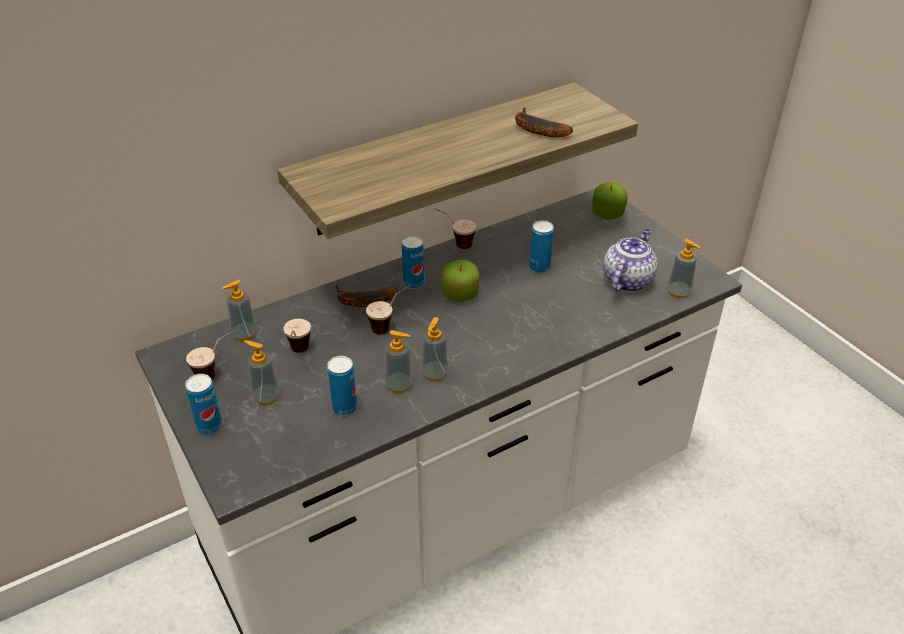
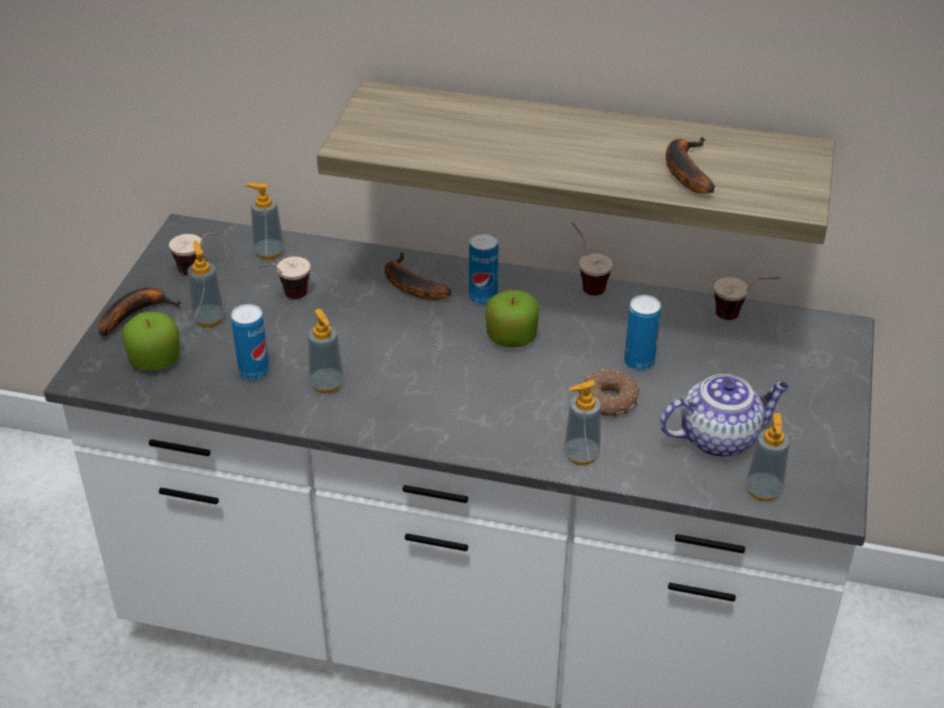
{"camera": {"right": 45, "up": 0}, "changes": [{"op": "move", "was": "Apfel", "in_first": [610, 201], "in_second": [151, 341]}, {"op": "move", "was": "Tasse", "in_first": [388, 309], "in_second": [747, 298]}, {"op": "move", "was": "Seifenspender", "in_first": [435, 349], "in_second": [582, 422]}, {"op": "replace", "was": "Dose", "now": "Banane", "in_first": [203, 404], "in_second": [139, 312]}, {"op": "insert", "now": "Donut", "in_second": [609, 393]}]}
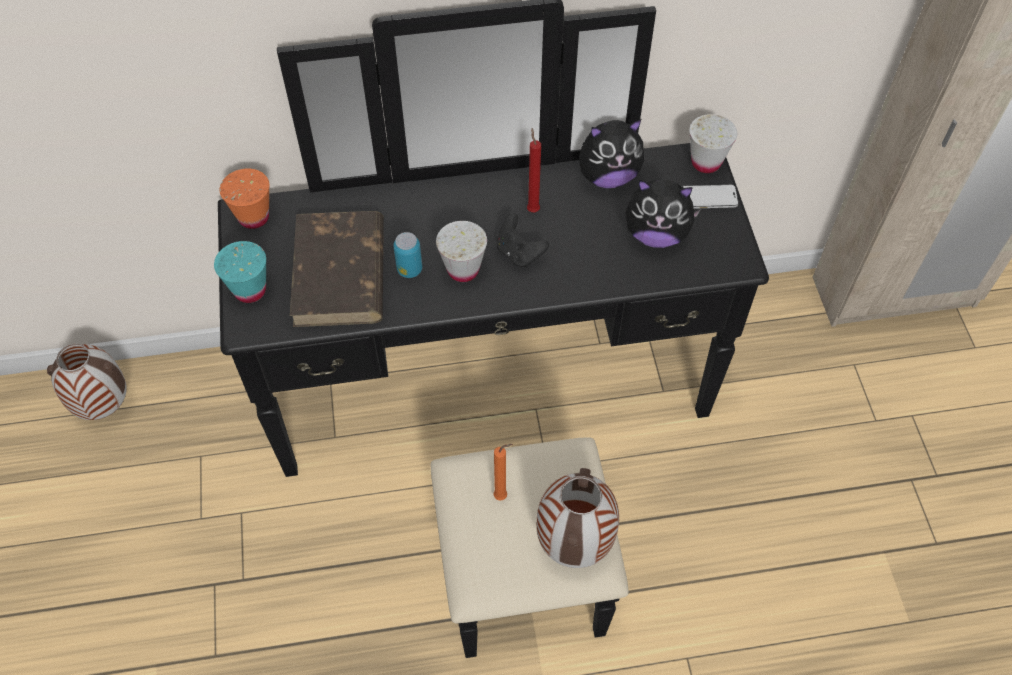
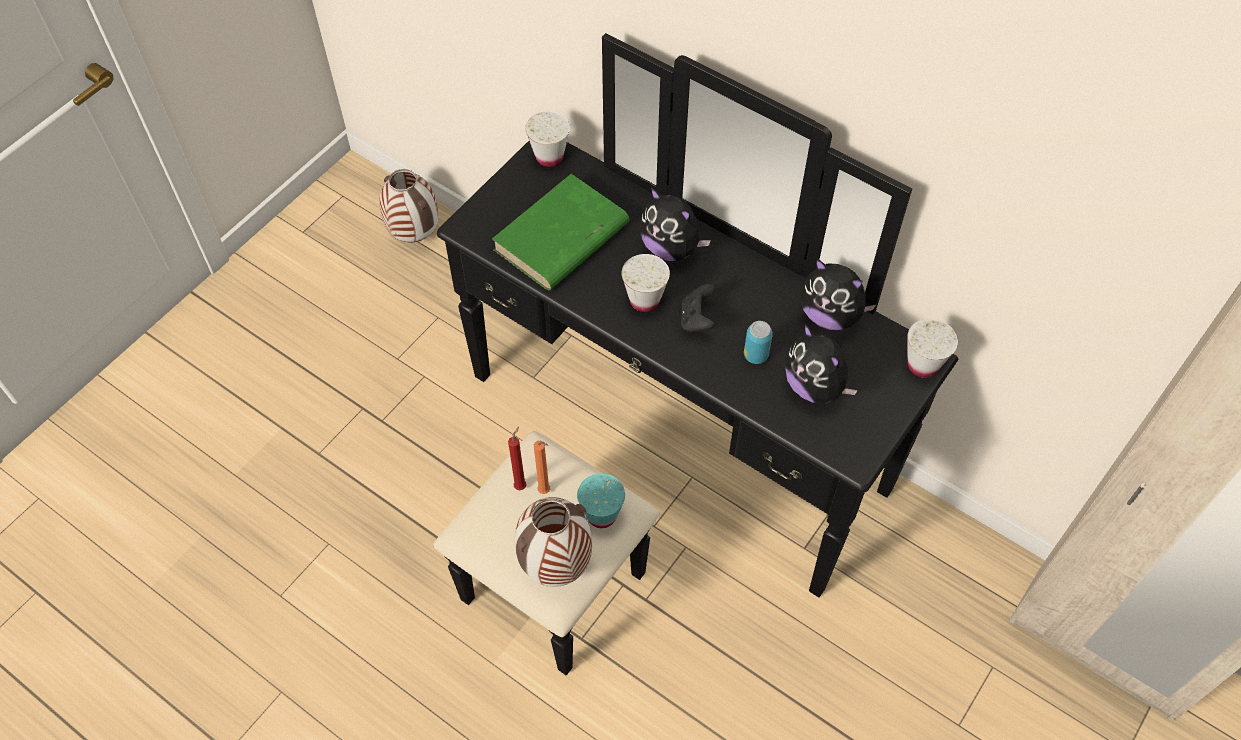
{"camera": {"right": 45, "up": 0}, "changes": [{"op": "move", "was": "Kerze/rot", "in_first": [534, 170], "in_second": [517, 458]}, {"op": "recolor", "was": "Tasse/orange", "now": "Tasse/weiß", "in_first": [244, 199], "in_second": [547, 139]}, {"op": "delete", "was": "Handy", "in_first": [710, 197]}, {"op": "recolor", "was": "Buch/braun", "now": "Buch/grün", "in_first": [337, 269], "in_second": [561, 232]}, {"op": "move", "was": "Dose", "in_first": [407, 255], "in_second": [758, 342]}, {"op": "move", "was": "Tasse/türkis", "in_first": [240, 272], "in_second": [601, 501]}, {"op": "insert", "now": "Plüschtier", "in_second": [675, 224]}]}
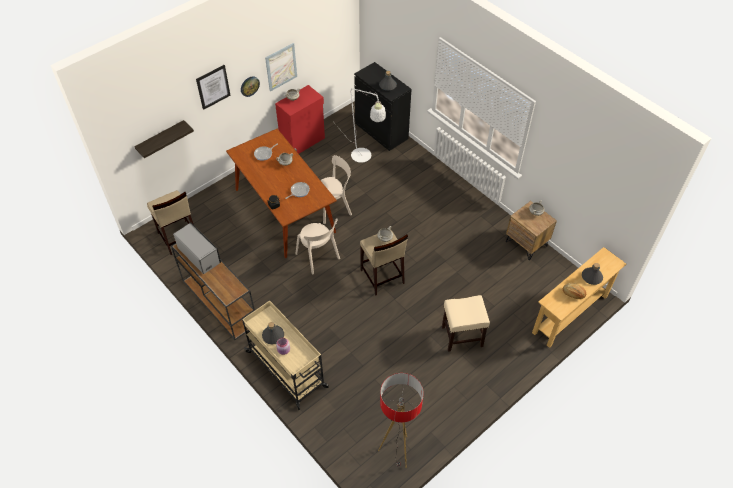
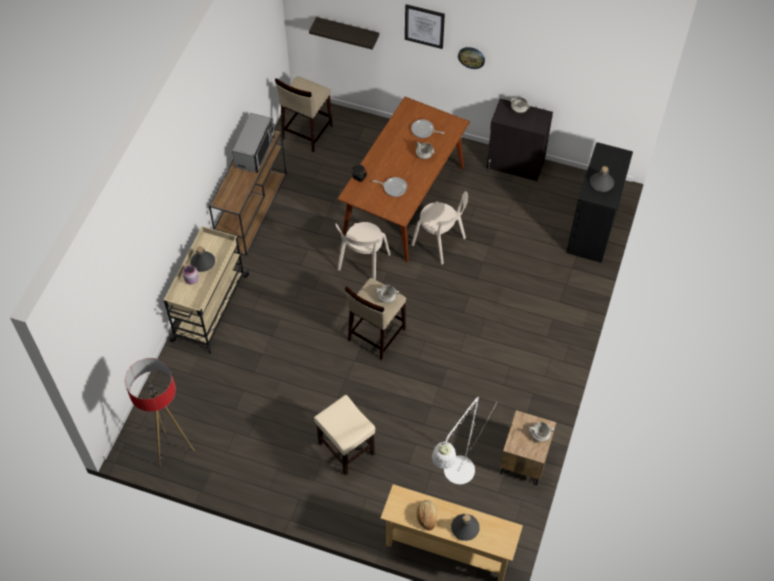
{"camera": {"right": 60, "up": 5}, "changes": [{"op": "delete", "was": "Bild", "in_first": [281, 67]}, {"op": "recolor", "was": "Schrank/rot", "now": "Schrank/schwarz", "in_first": [300, 119], "in_second": [520, 139]}, {"op": "move", "was": "Stehlampe/weiß", "in_first": [360, 125], "in_second": [464, 440]}]}
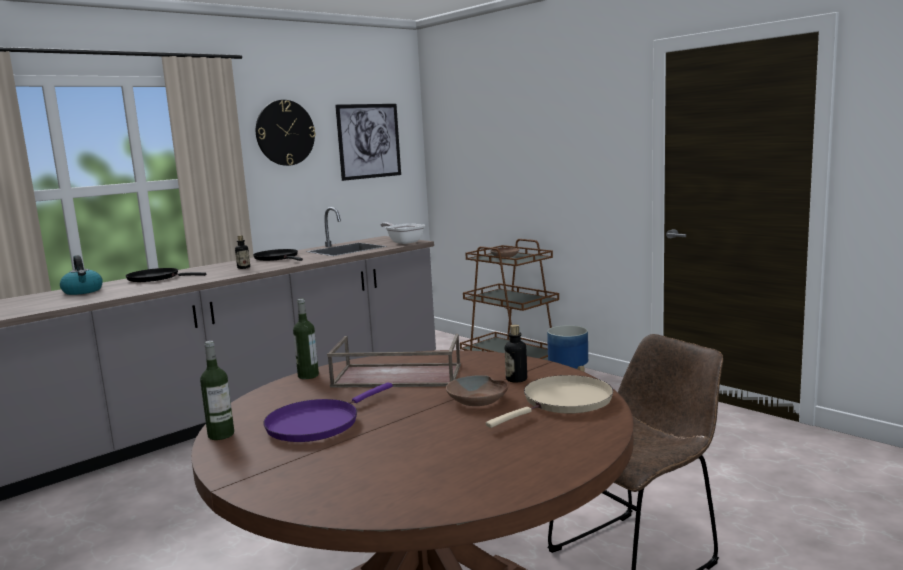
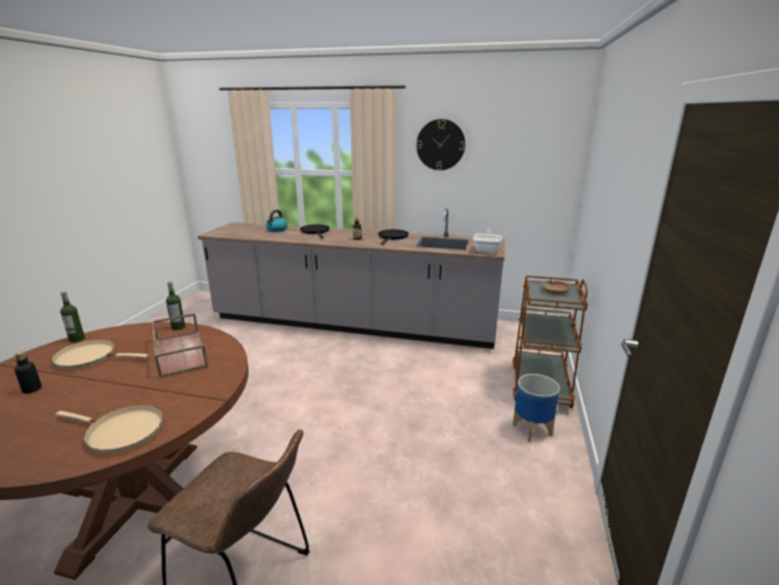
{"camera": {"right": 55, "up": 10}, "changes": [{"op": "delete", "was": "Bild", "in_first": [368, 142]}, {"op": "move", "was": "Flasche", "in_first": [516, 354], "in_second": [28, 372]}, {"op": "delete", "was": "Schüssel/braun", "in_first": [477, 390]}, {"op": "recolor", "was": "Pfanne/lila", "now": "Pfanne/beige", "in_first": [328, 412], "in_second": [99, 354]}]}
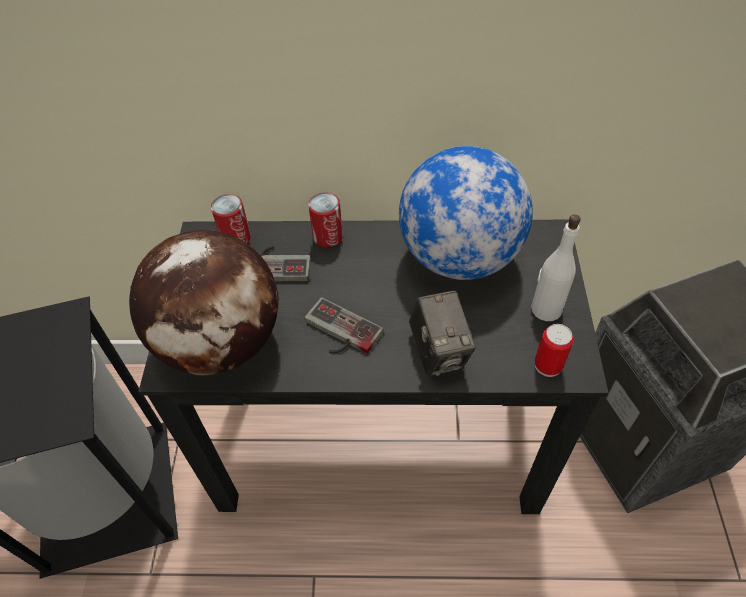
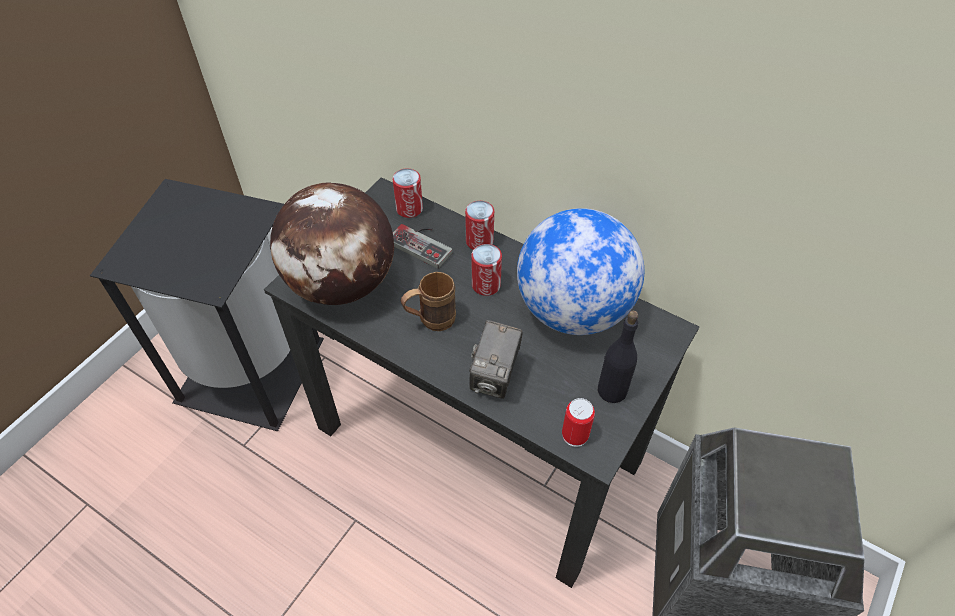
{"camera": {"right": 30, "up": 0}, "changes": [{"op": "recolor", "was": "Flasche/weiß", "now": "Flasche/schwarz", "in_first": [556, 267], "in_second": [618, 357]}, {"op": "replace", "was": "Gamepad", "now": "Henkelbecher/braun", "in_first": [344, 325], "in_second": [428, 301]}, {"op": "insert", "now": "Dose", "in_second": [486, 270]}]}
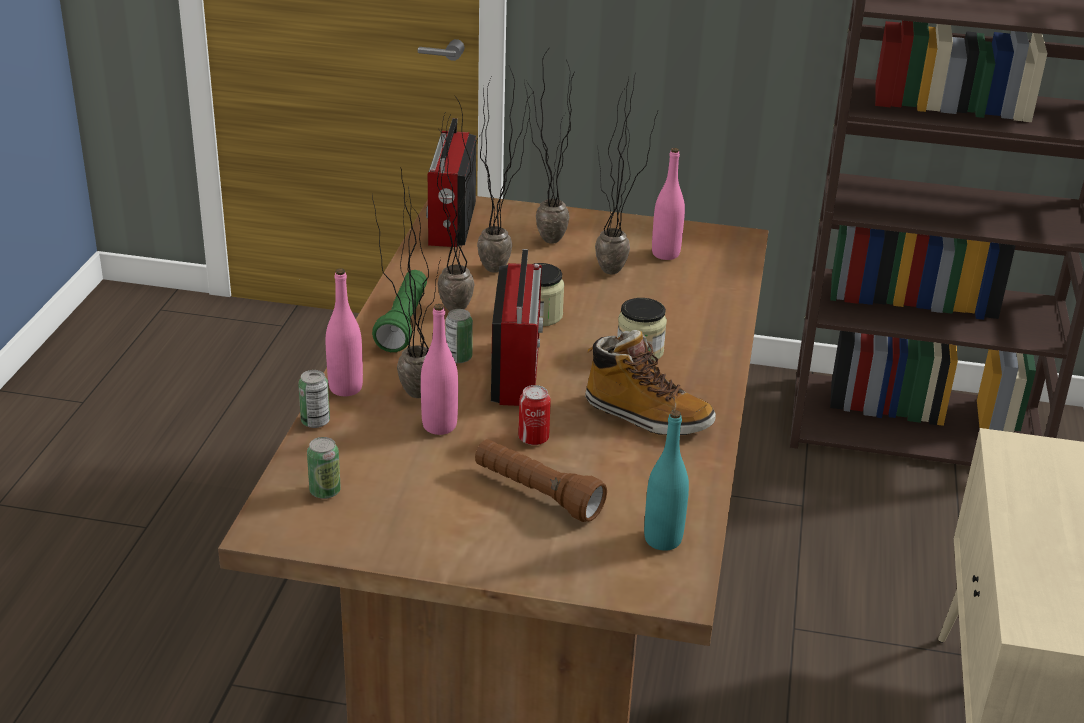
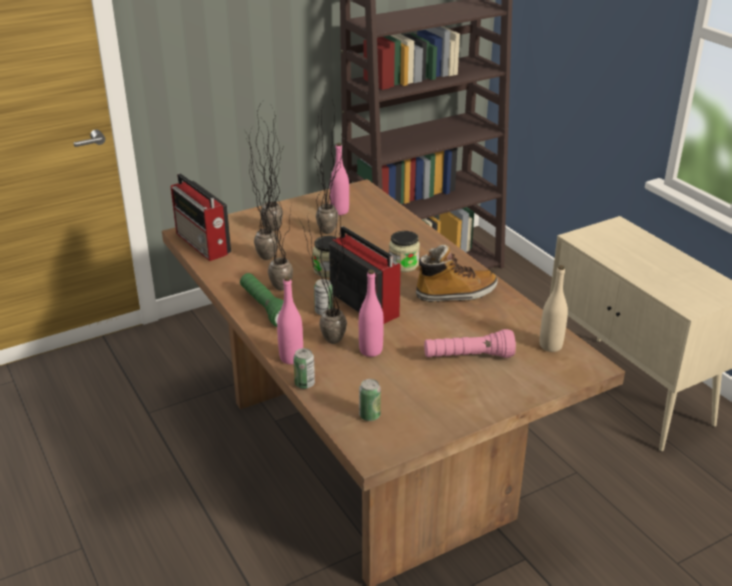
{"camera": {"right": -40, "up": 0}, "changes": [{"op": "delete", "was": "Dose", "in_first": [534, 415]}, {"op": "recolor", "was": "Flasche/türkis", "now": "Flasche/beige", "in_first": [666, 480], "in_second": [554, 308]}, {"op": "recolor", "was": "Taschenlampe/braun", "now": "Taschenlampe/rosa", "in_first": [541, 480], "in_second": [470, 343]}]}
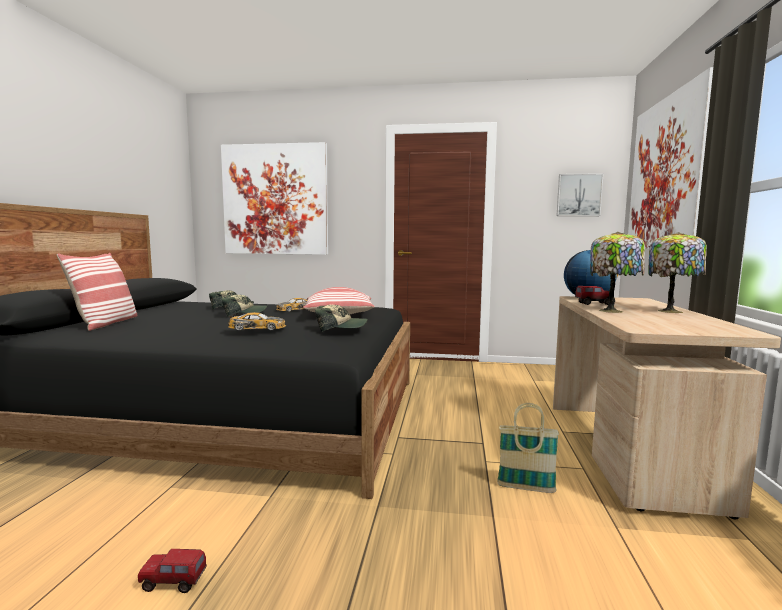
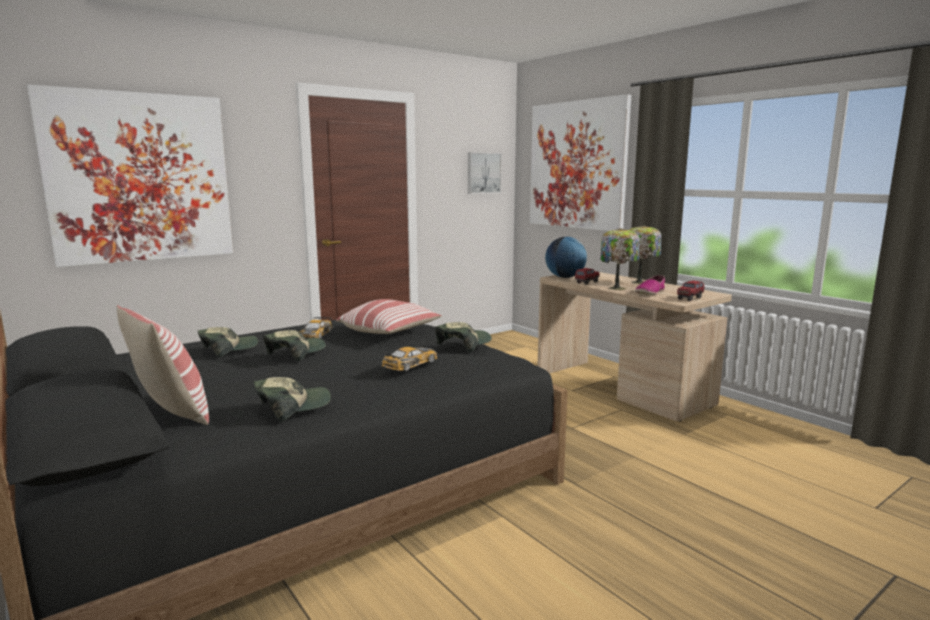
{"camera": {"right": -45, "up": 5}, "changes": [{"op": "delete", "was": "Korb", "in_first": [528, 448]}, {"op": "move", "was": "Spielzeuglaster", "in_first": [172, 571], "in_second": [691, 290]}, {"op": "insert", "now": "Schuh", "in_second": [650, 285]}, {"op": "insert", "now": "Kappe", "in_second": [292, 400]}]}
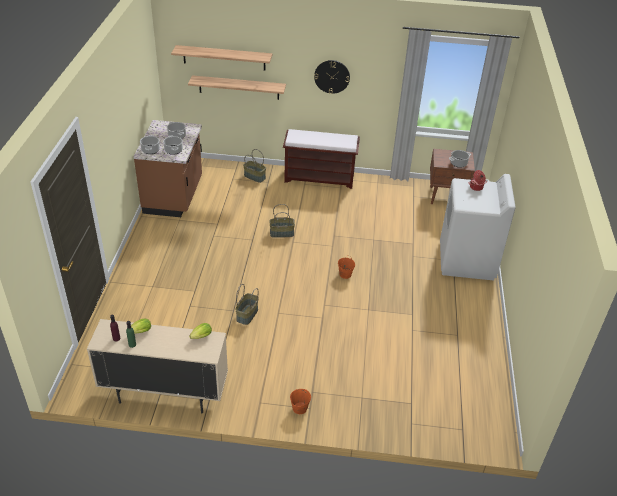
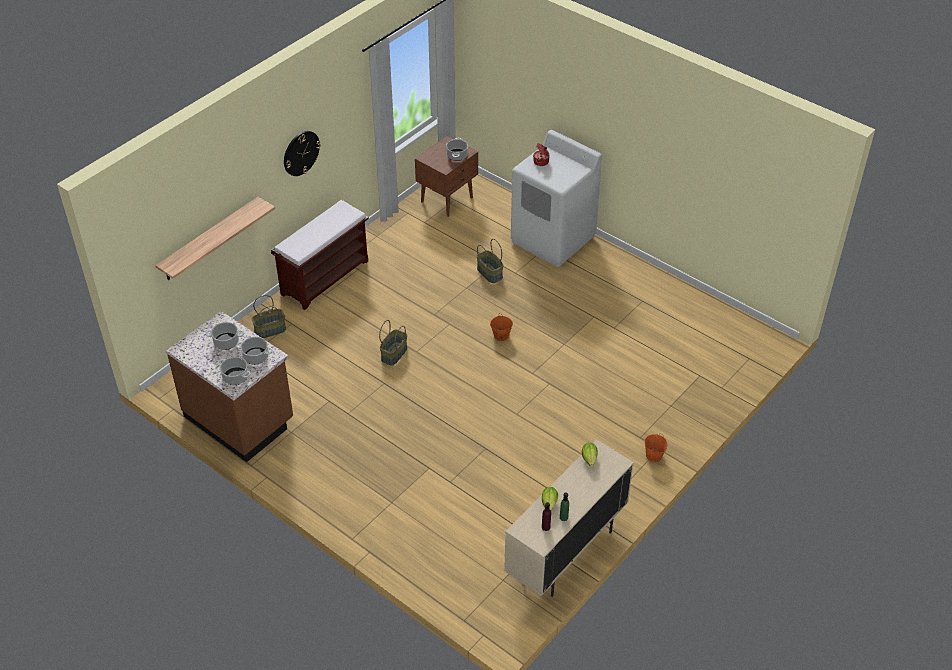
{"camera": {"right": -55, "up": 5}, "changes": [{"op": "delete", "was": "Wandregal", "in_first": [221, 57]}, {"op": "move", "was": "Korb", "in_first": [247, 304], "in_second": [490, 261]}]}
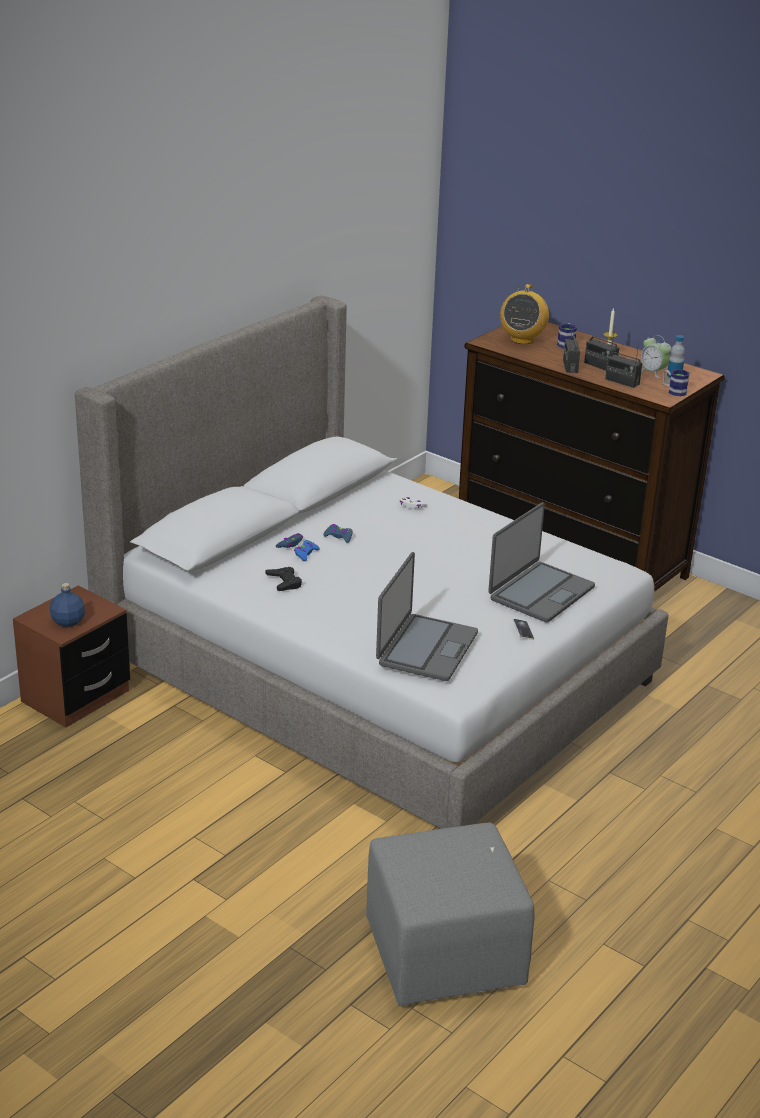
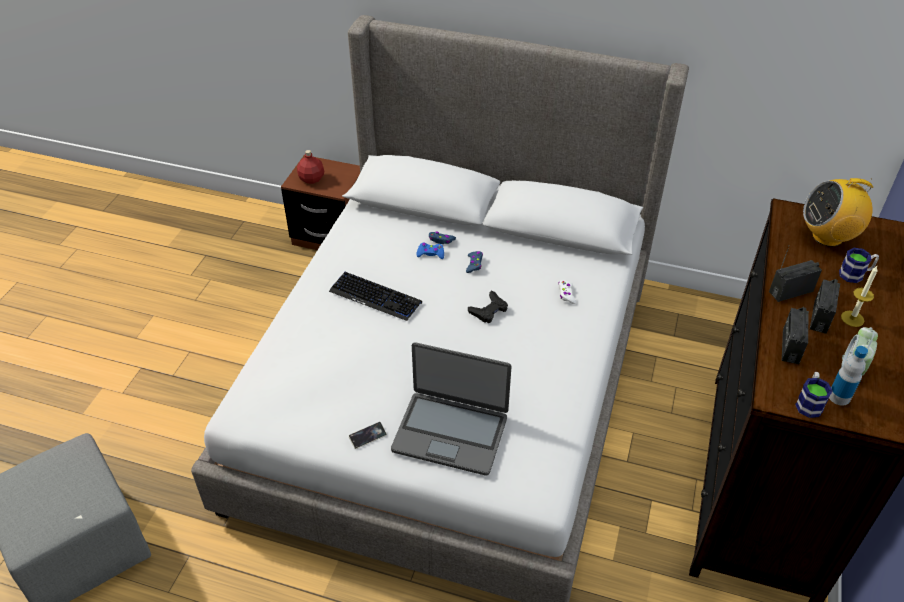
{"camera": {"right": 70, "up": 15}, "changes": [{"op": "delete", "was": "Laptop", "in_first": [427, 616]}, {"op": "move", "was": "Gamepad/schwarz", "in_first": [283, 579], "in_second": [488, 307]}, {"op": "recolor", "was": "Flasche/blau", "now": "Flasche/rot", "in_first": [67, 605], "in_second": [310, 167]}, {"op": "insert", "now": "Tastatur", "in_second": [375, 296]}]}
